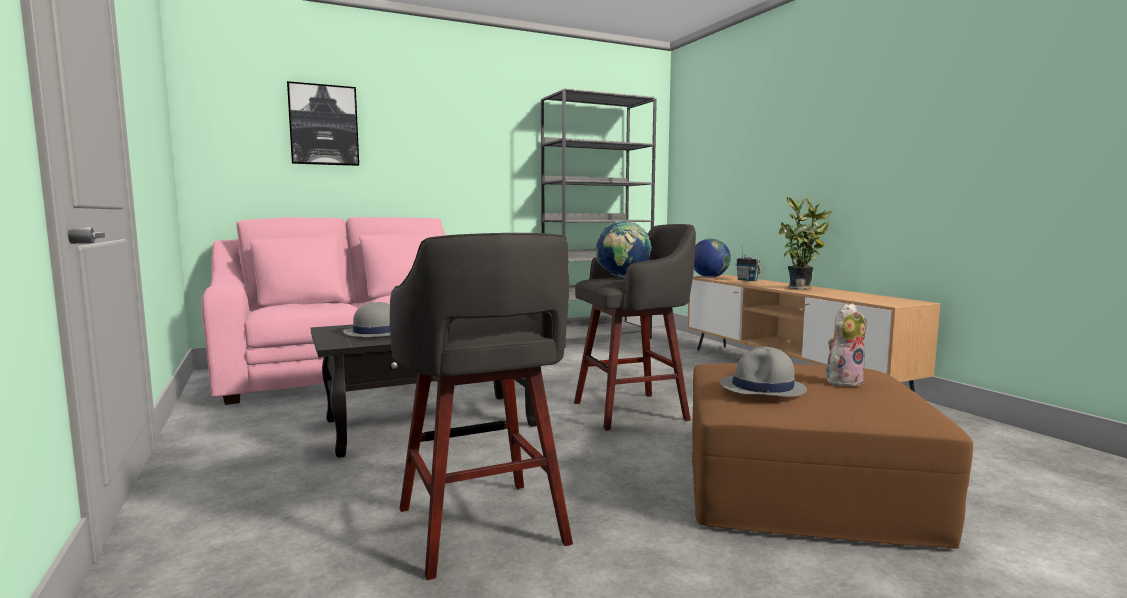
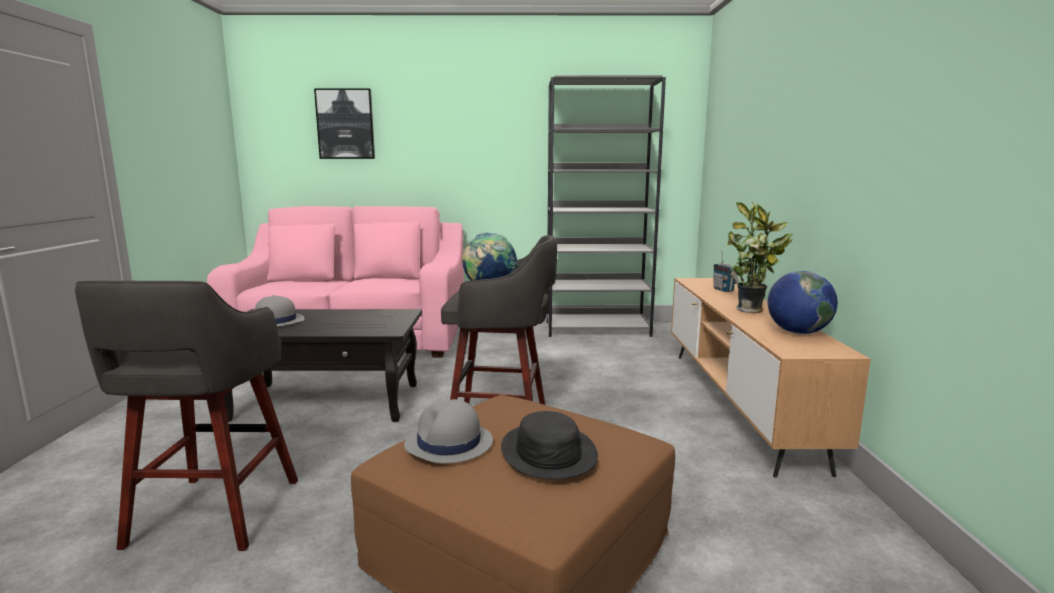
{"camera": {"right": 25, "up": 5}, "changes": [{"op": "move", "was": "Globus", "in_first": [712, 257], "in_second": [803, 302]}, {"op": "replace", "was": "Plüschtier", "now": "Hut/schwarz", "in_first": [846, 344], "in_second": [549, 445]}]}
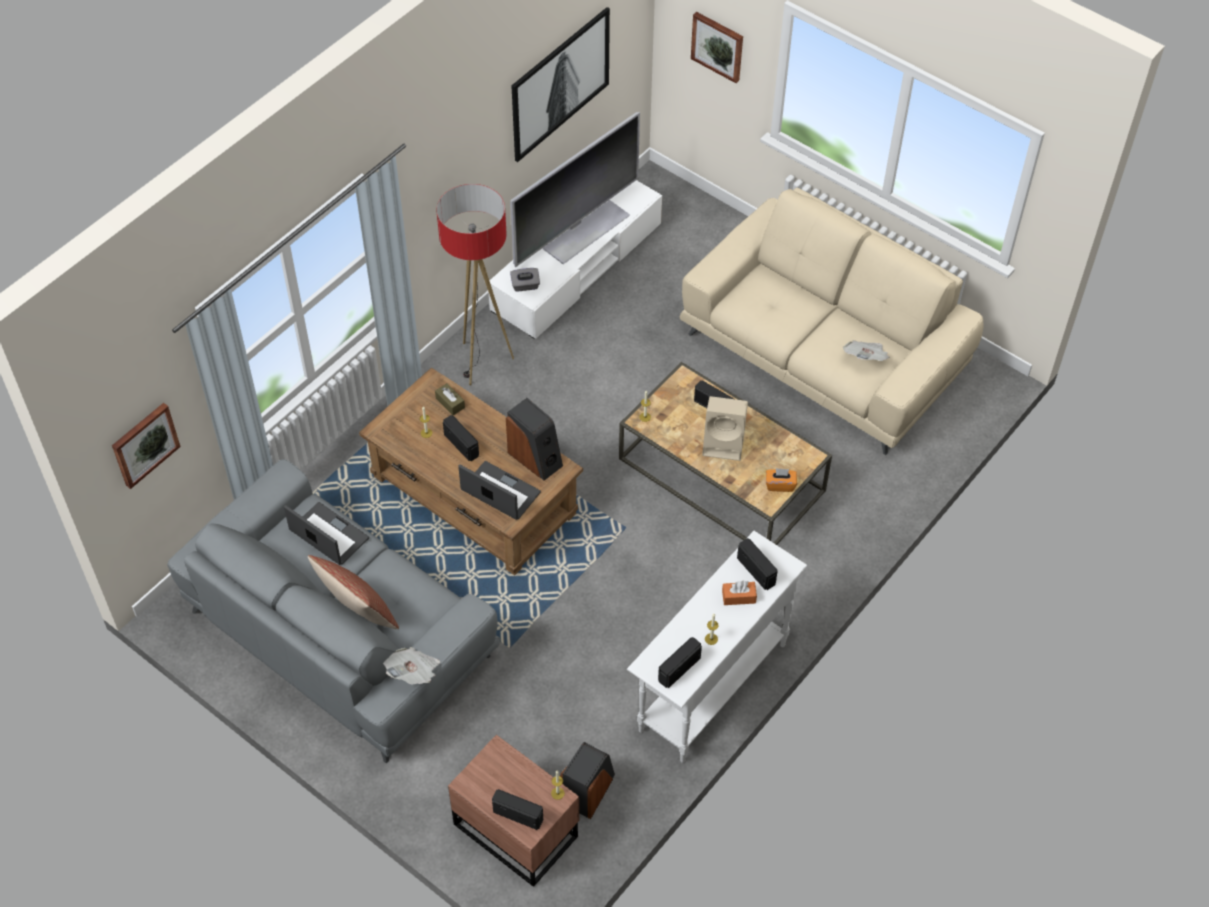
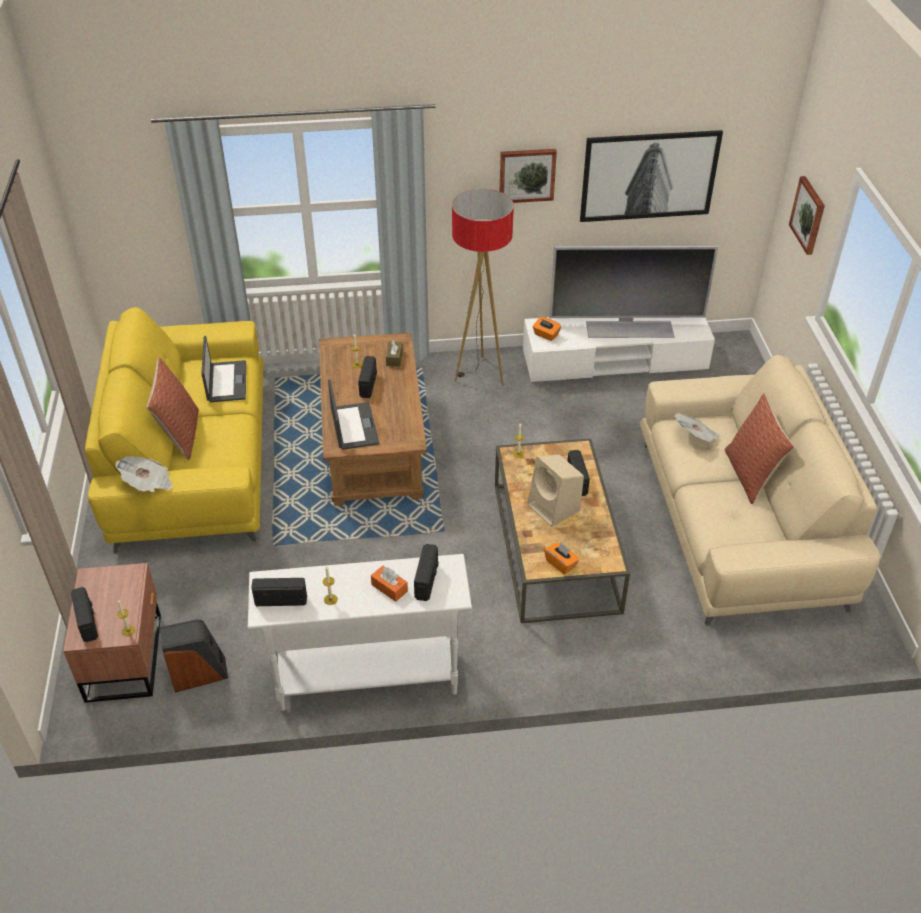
{"camera": {"right": 45, "up": -10}, "changes": [{"op": "recolor", "was": "Taschentuchbox/grau", "now": "Taschentuchbox/orange", "in_first": [525, 279], "in_second": [547, 329]}, {"op": "move", "was": "Zeitung", "in_first": [866, 350], "in_second": [697, 428]}, {"op": "delete", "was": "Lautsprecher", "in_first": [534, 439]}, {"op": "move", "was": "Bild", "in_first": [146, 446], "in_second": [528, 176]}, {"op": "recolor", "was": "Sofa/grau", "now": "Sofa/gelb", "in_first": [334, 611], "in_second": [174, 430]}, {"op": "insert", "now": "Kissen", "in_second": [759, 448]}]}
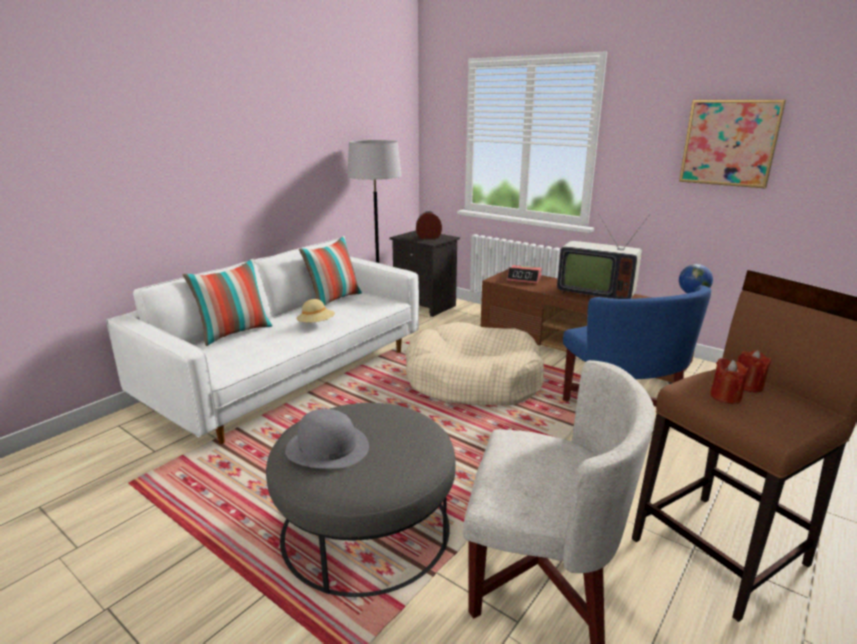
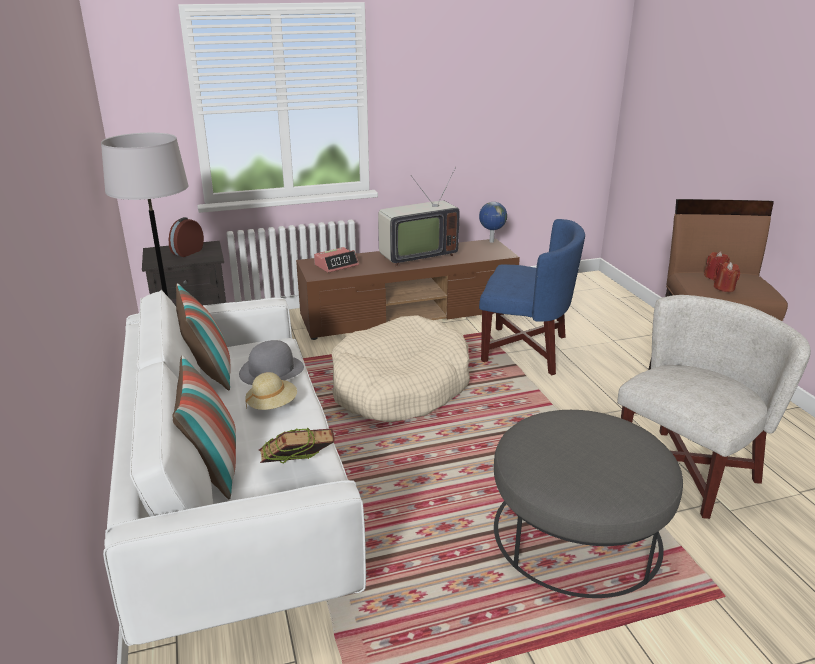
{"camera": {"right": -55, "up": 5}, "changes": [{"op": "delete", "was": "Bild", "in_first": [732, 144]}, {"op": "move", "was": "Hut/grau", "in_first": [327, 439], "in_second": [271, 362]}, {"op": "insert", "now": "Buch", "in_second": [297, 445]}]}
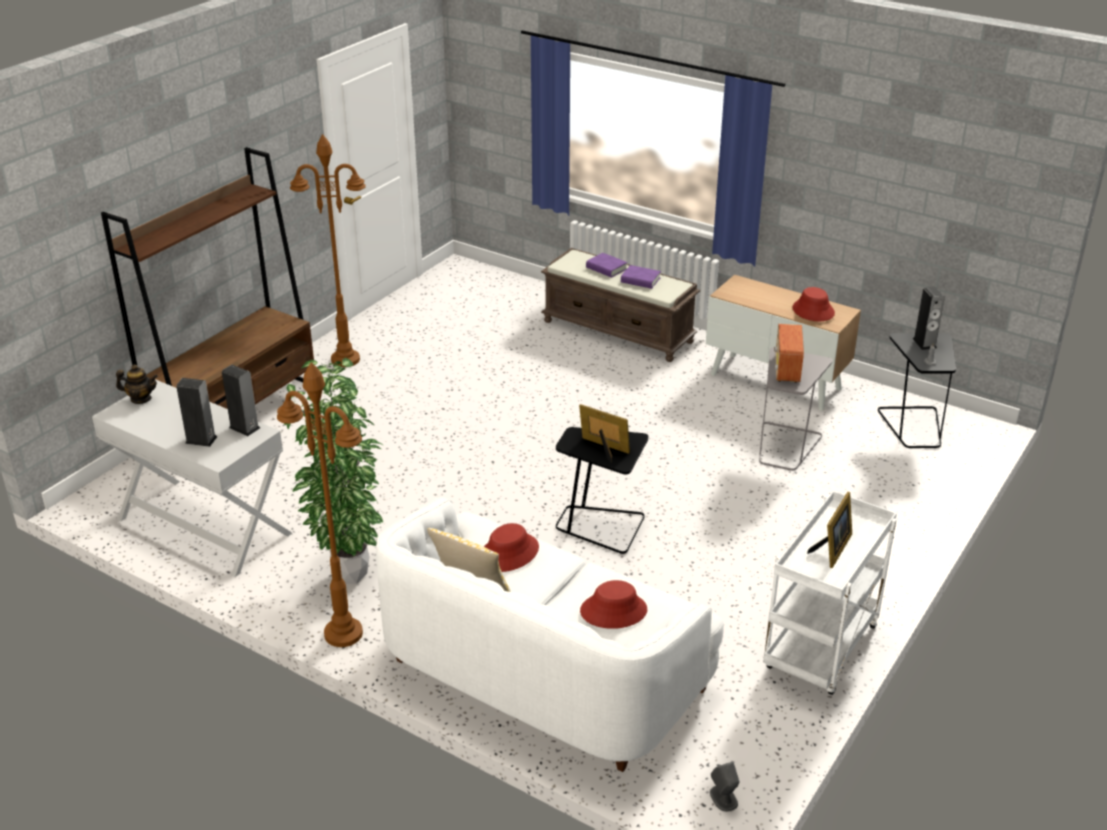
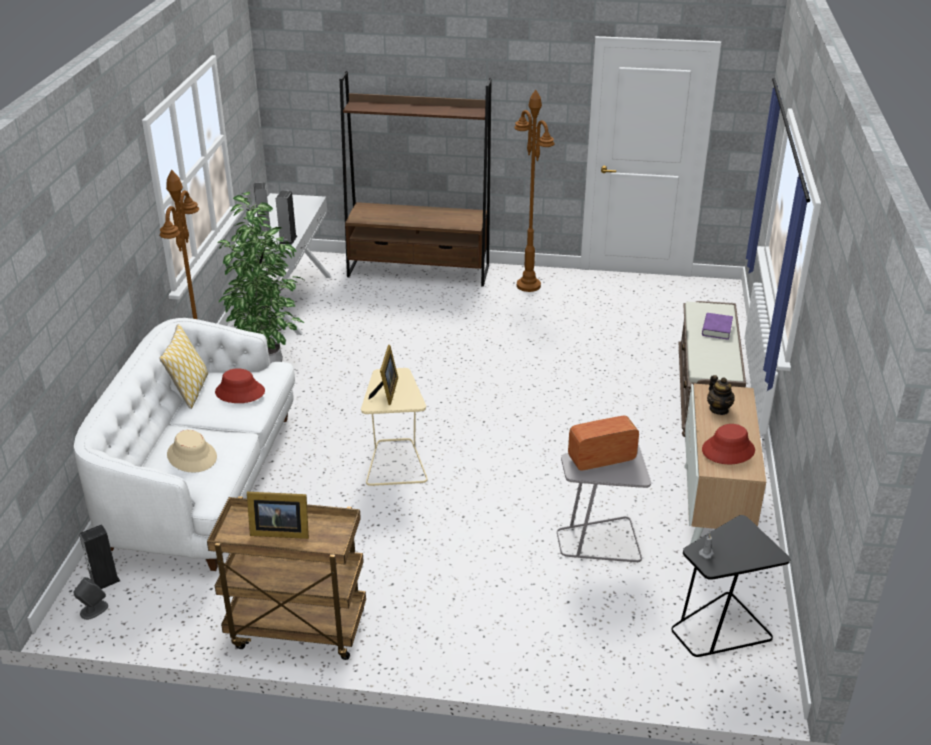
{"camera": {"right": 65, "up": 0}, "changes": [{"op": "delete", "was": "Buch/lila", "in_first": [641, 277]}, {"op": "move", "was": "Lautsprecher", "in_first": [929, 318], "in_second": [99, 556]}, {"op": "move", "was": "Teekanne", "in_first": [137, 384], "in_second": [721, 395]}, {"op": "recolor", "was": "Beistelltisch/schwarz", "now": "Beistelltisch/beige", "in_first": [602, 490], "in_second": [394, 427]}, {"op": "recolor", "was": "Rollwagen/weiß", "now": "Rollwagen/braun", "in_first": [830, 593], "in_second": [286, 578]}, {"op": "recolor", "was": "Hut/rot", "now": "Hut/beige", "in_first": [613, 604], "in_second": [192, 451]}]}
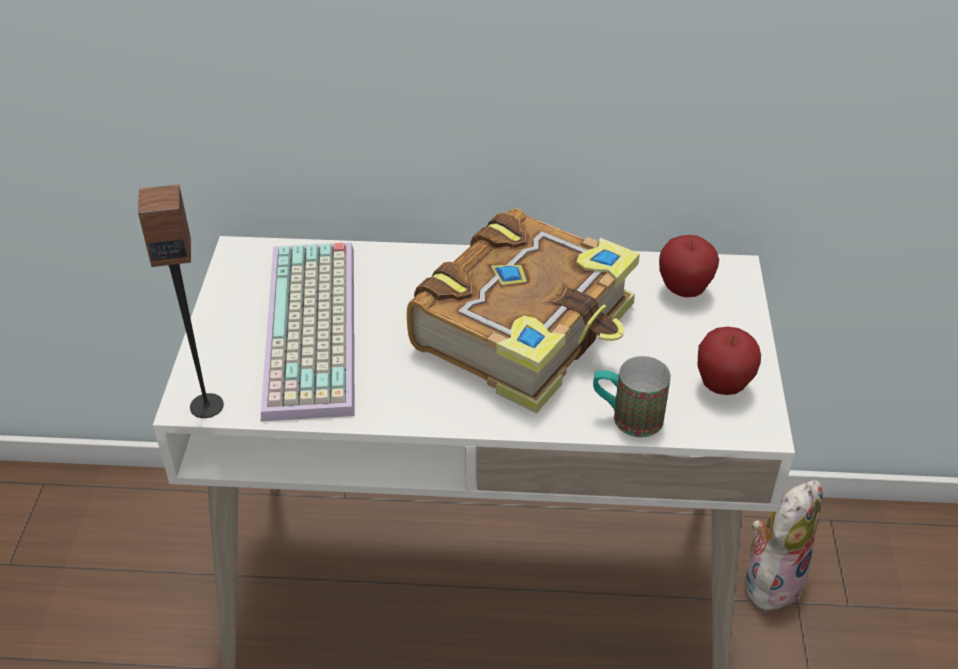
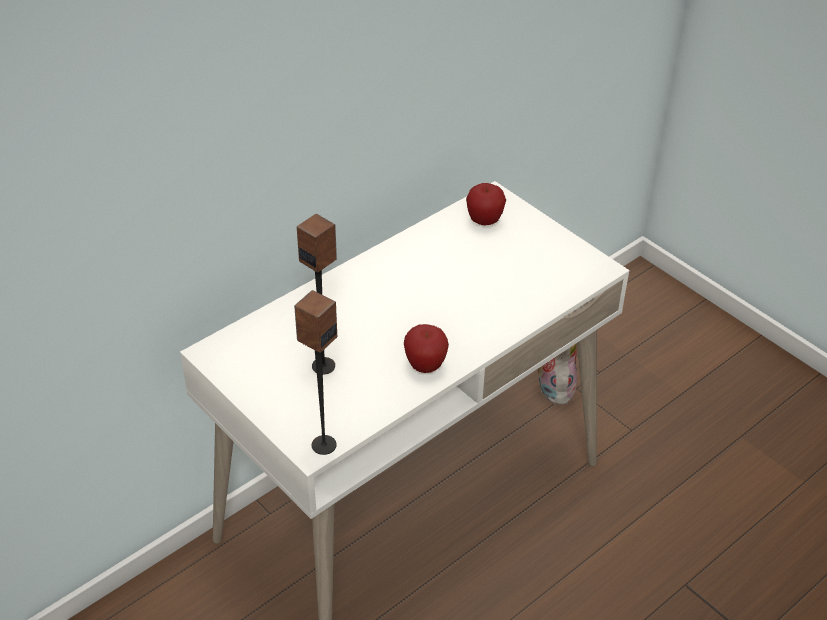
{"camera": {"right": -45, "up": 0}, "changes": [{"op": "delete", "was": "Buch", "in_first": [523, 310]}, {"op": "replace", "was": "Tastatur", "now": "Lautsprecher", "in_first": [308, 332], "in_second": [317, 294]}, {"op": "move", "was": "Apfel", "in_first": [729, 361], "in_second": [426, 348]}, {"op": "delete", "was": "Henkelbecher", "in_first": [632, 396]}]}
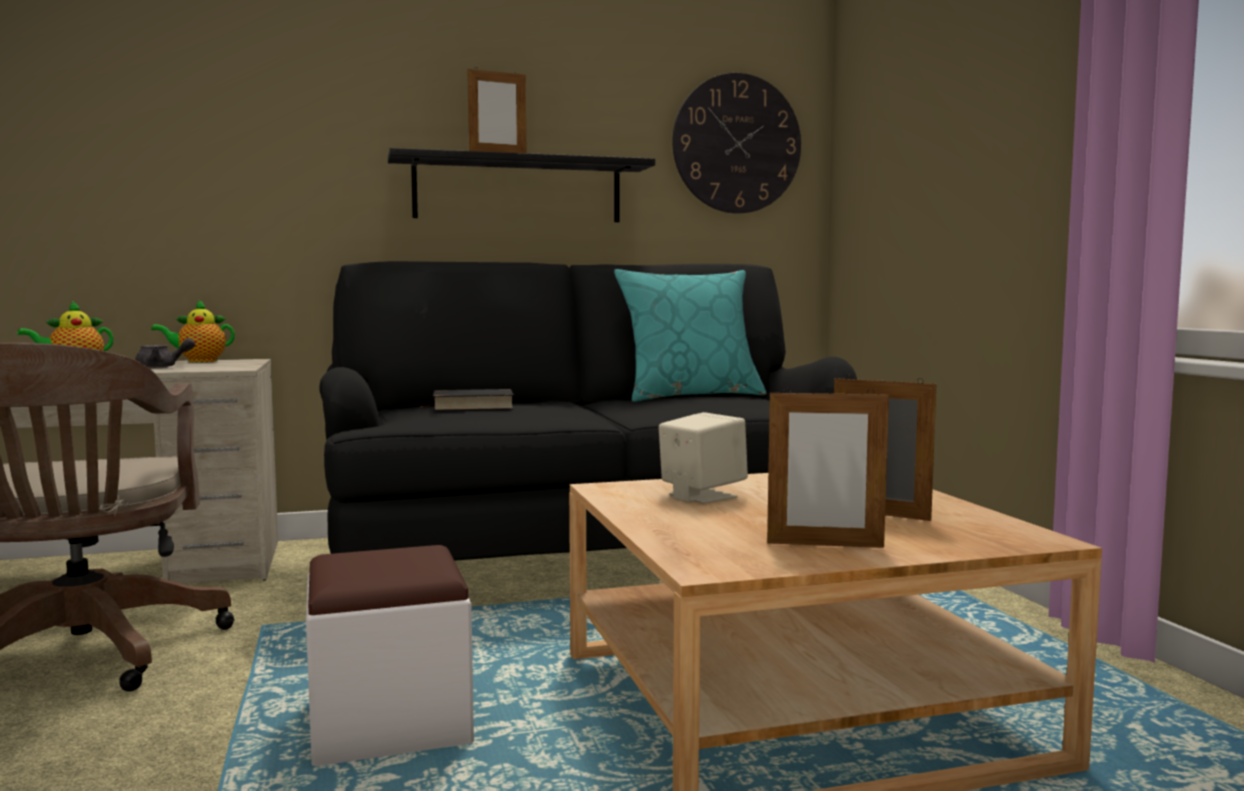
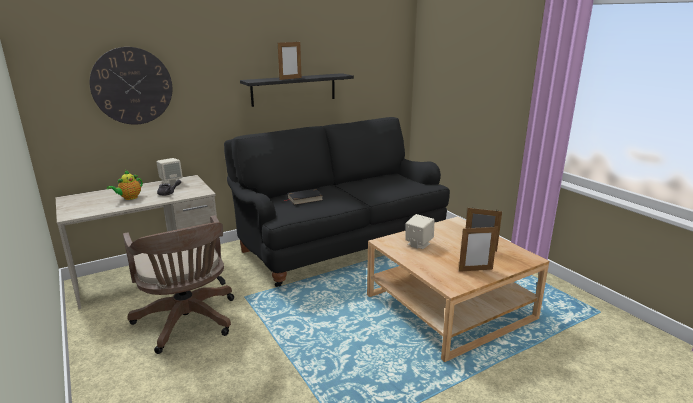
{"camera": {"right": -15, "up": 15}, "changes": [{"op": "move", "was": "Wanduhr", "in_first": [736, 143], "in_second": [131, 86]}, {"op": "delete", "was": "Kissen/türkis", "in_first": [690, 335]}, {"op": "replace", "was": "Teekanne", "now": "Lautsprecher/beige", "in_first": [193, 331], "in_second": [169, 171]}, {"op": "delete", "was": "Polsterhocker/weiß", "in_first": [390, 655]}]}
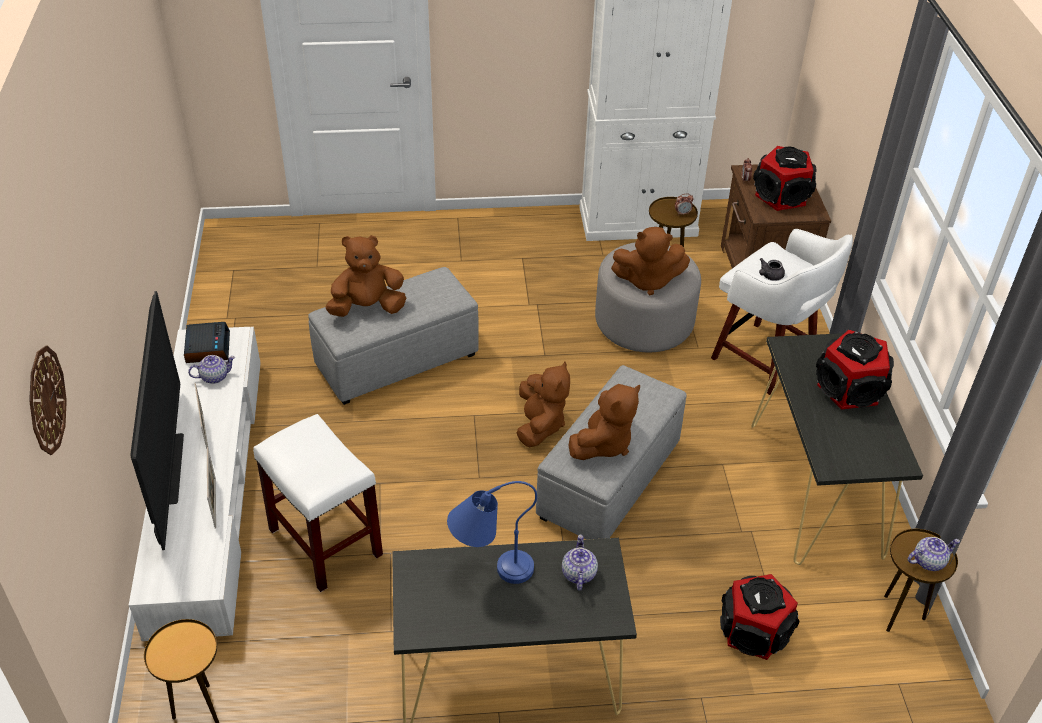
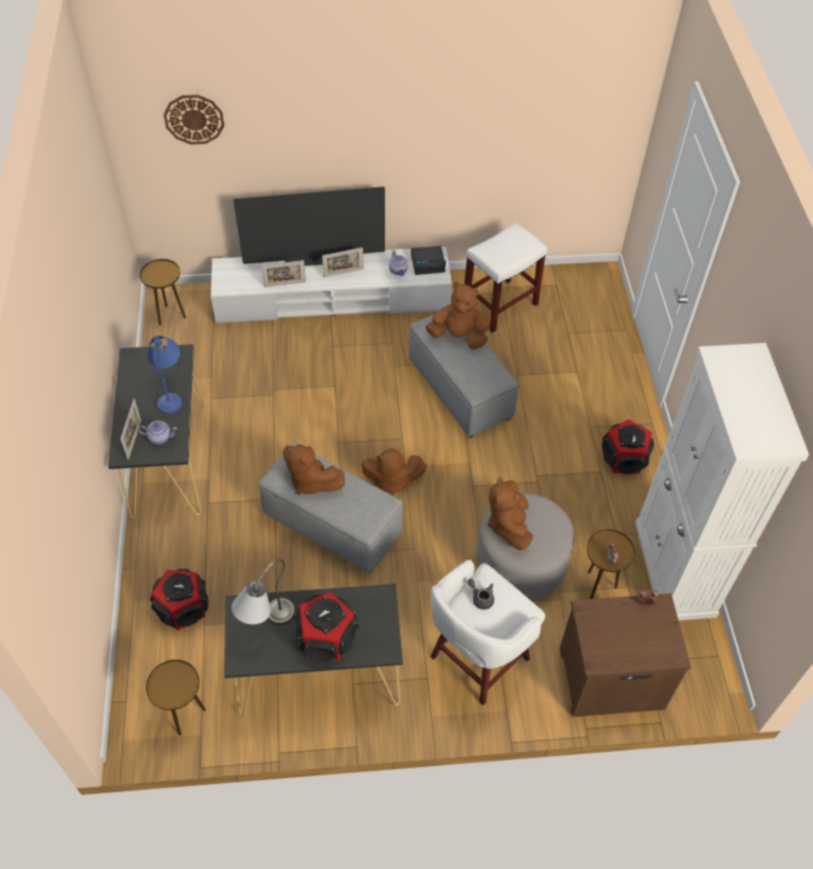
{"camera": {"right": 90, "up": 10}, "changes": [{"op": "move", "was": "Lautsprecher", "in_first": [785, 178], "in_second": [628, 447]}, {"op": "rotate", "was": "Plüschtier/braun", "in_first": [365, 276], "in_second": [457, 315], "clockwise": -60}, {"op": "move", "was": "Hocker/weiß", "in_first": [318, 503], "in_second": [505, 277]}, {"op": "delete", "was": "Teekanne", "in_first": [934, 554]}, {"op": "insert", "now": "Bilderrahmen", "in_second": [130, 429]}, {"op": "insert", "now": "Tischlampe/grau", "in_second": [263, 592]}]}
